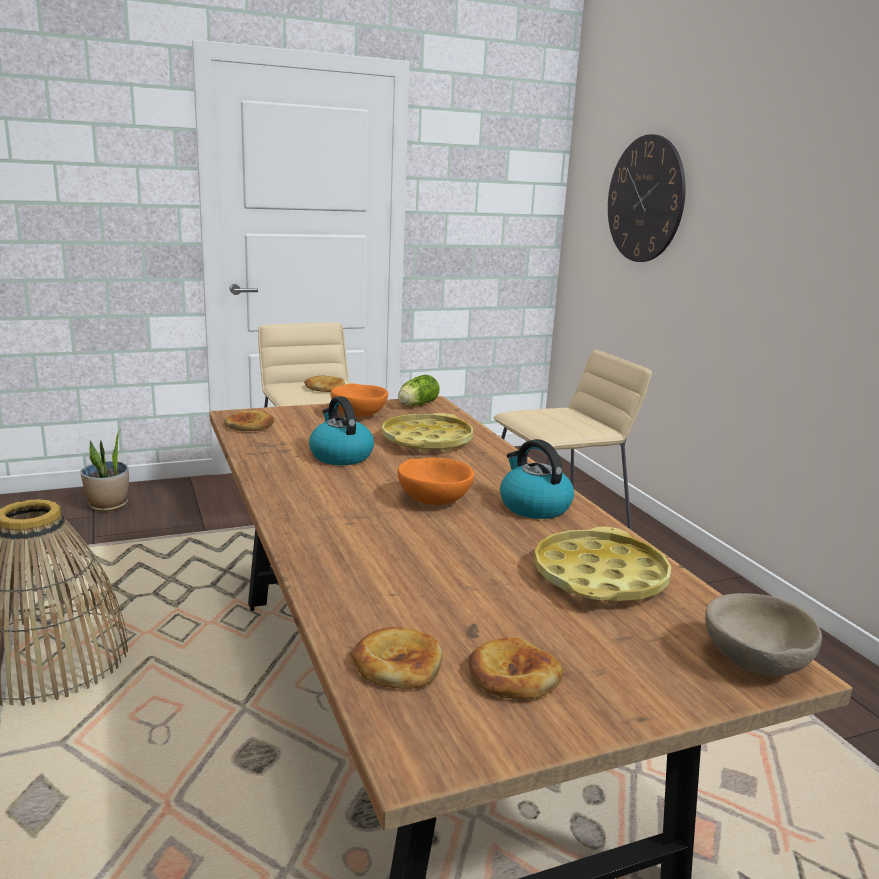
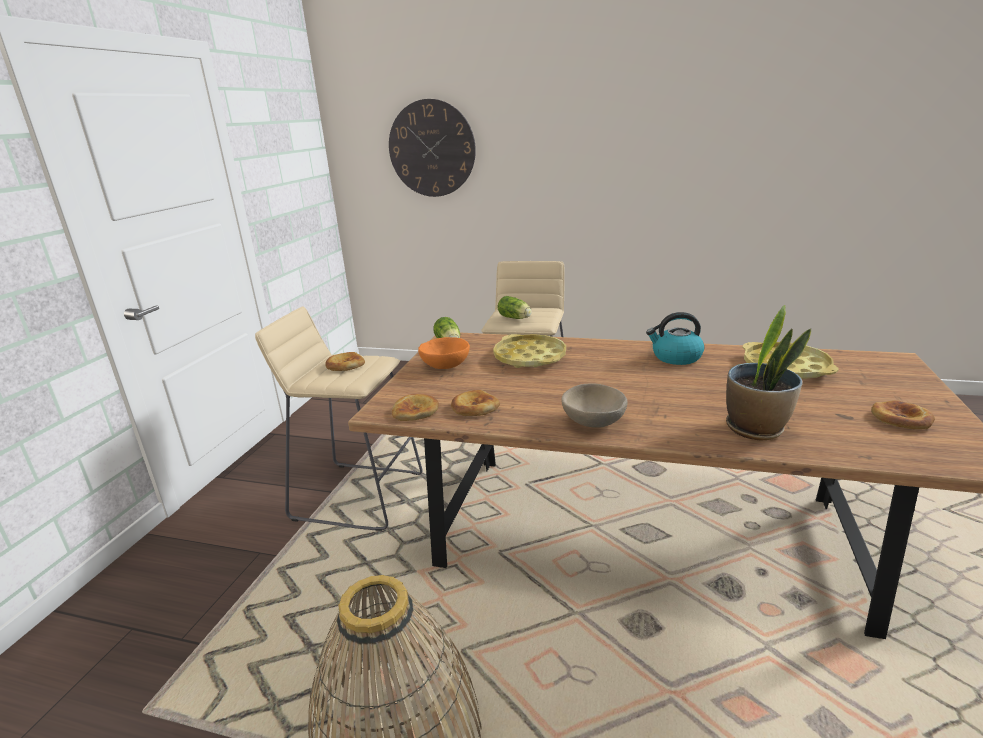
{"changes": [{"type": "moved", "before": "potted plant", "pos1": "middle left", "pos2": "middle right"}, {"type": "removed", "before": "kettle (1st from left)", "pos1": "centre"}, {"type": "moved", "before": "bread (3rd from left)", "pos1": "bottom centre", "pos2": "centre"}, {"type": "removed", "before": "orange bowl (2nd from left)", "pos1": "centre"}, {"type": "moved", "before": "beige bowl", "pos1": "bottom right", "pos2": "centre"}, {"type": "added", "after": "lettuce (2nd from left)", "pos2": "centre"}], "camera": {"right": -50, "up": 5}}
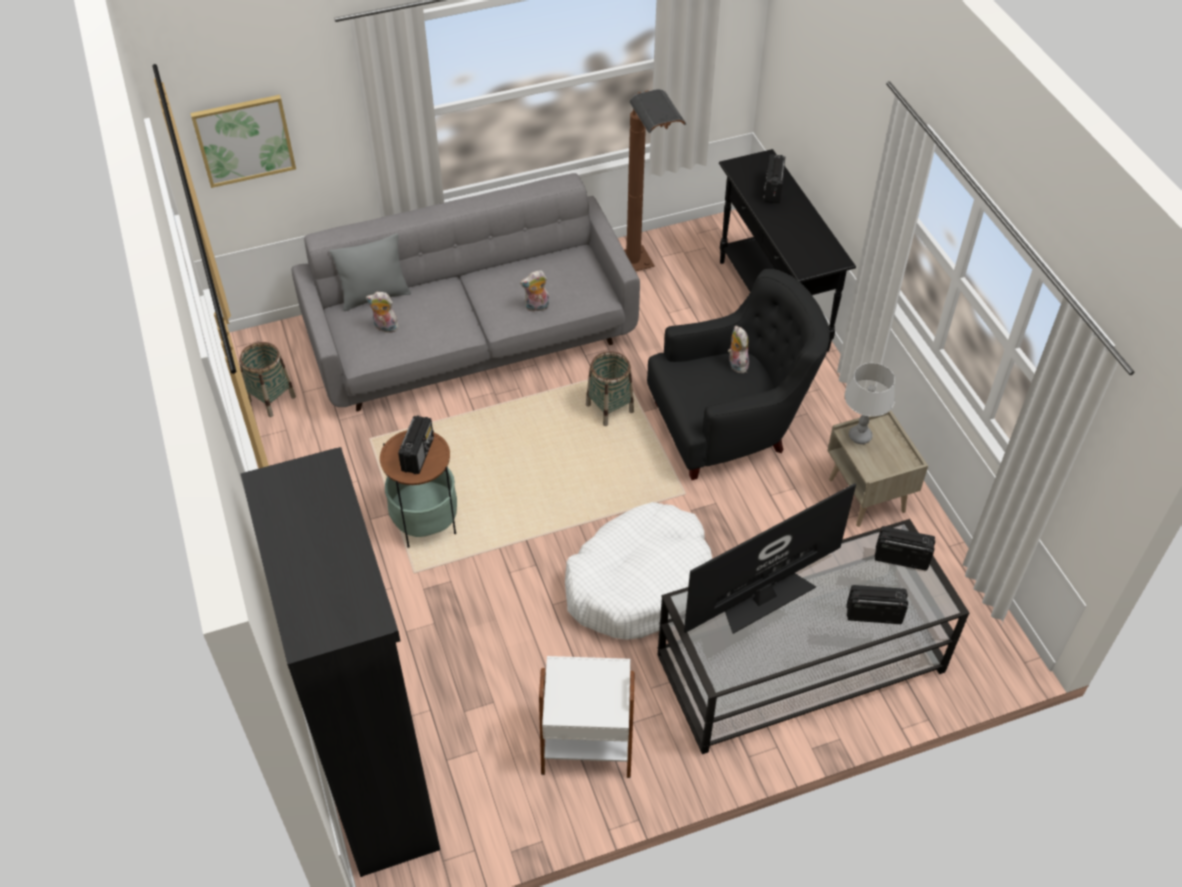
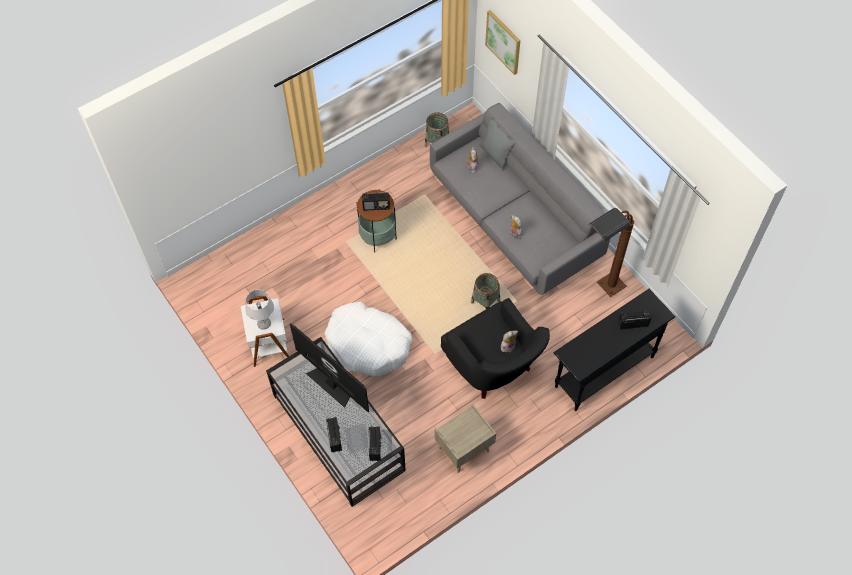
{"changes": [{"type": "removed", "before": "black bookcase", "pos1": "bottom left"}, {"type": "moved", "before": "grey table lamp", "pos1": "middle right", "pos2": "middle left"}], "camera": {"right": 75, "up": 10}}
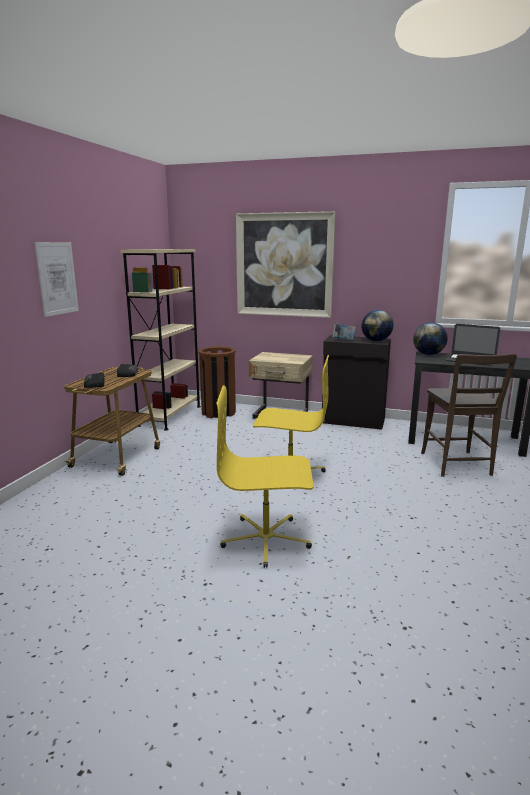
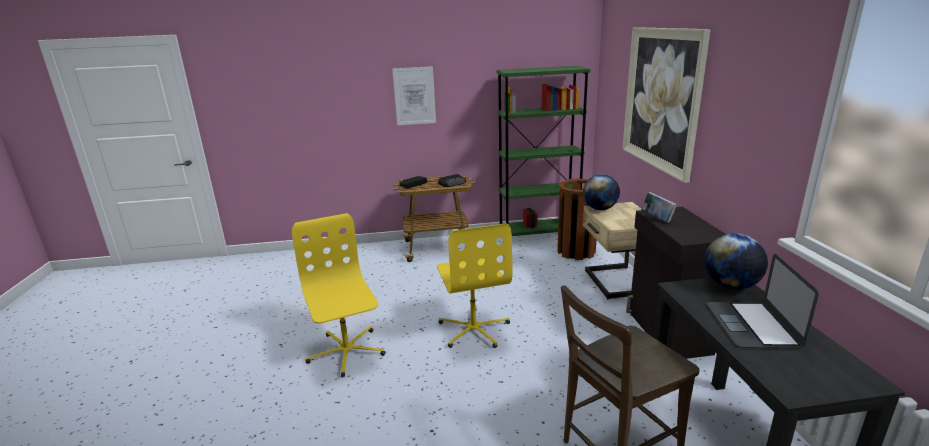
{"changes": [{"type": "recoloured", "before": "beige bookcase", "after": "green bookcase", "pos1": "middle left", "pos2": "centre"}, {"type": "moved", "before": "globe (1st from left)", "pos1": "middle right", "pos2": "centre"}], "camera": {"right": 65, "up": 5}}
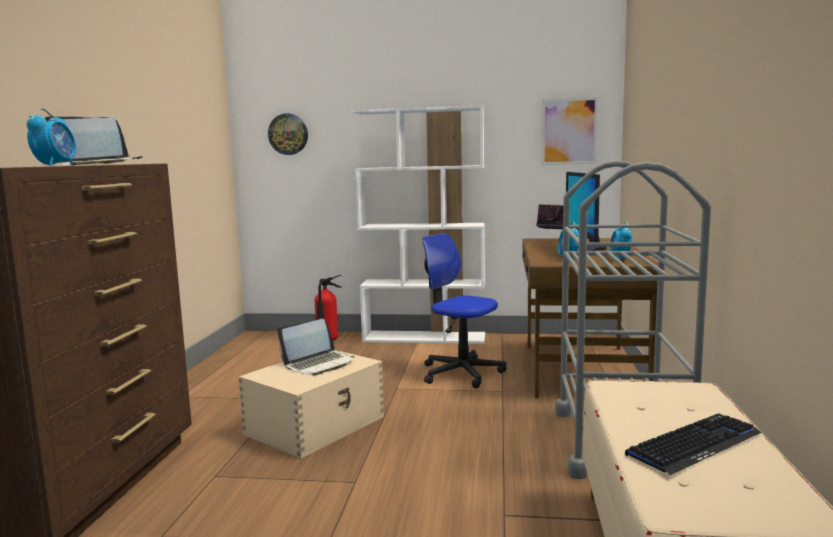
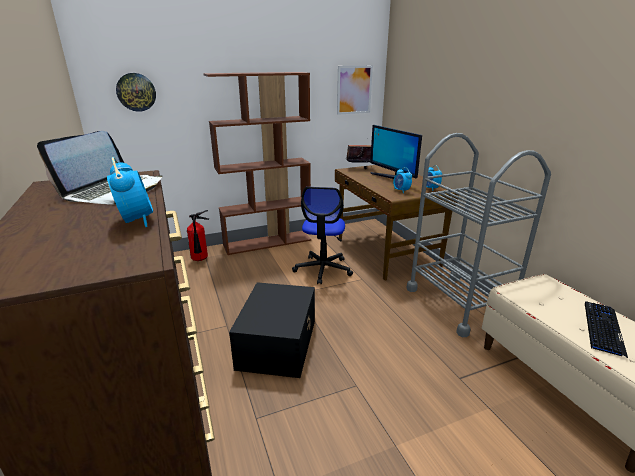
{"changes": [{"type": "recoloured", "before": "beige storage box", "after": "black storage box", "pos1": "bottom centre", "pos2": "bottom centre"}, {"type": "removed", "before": "laptop (2nd from left)", "pos1": "centre"}, {"type": "recoloured", "before": "white bookcase", "after": "brown bookcase", "pos1": "centre", "pos2": "centre"}, {"type": "turned", "before": "office chair", "pos1": "centre", "pos2": "centre", "turn": -90}], "camera": {"right": -30, "up": 15}}
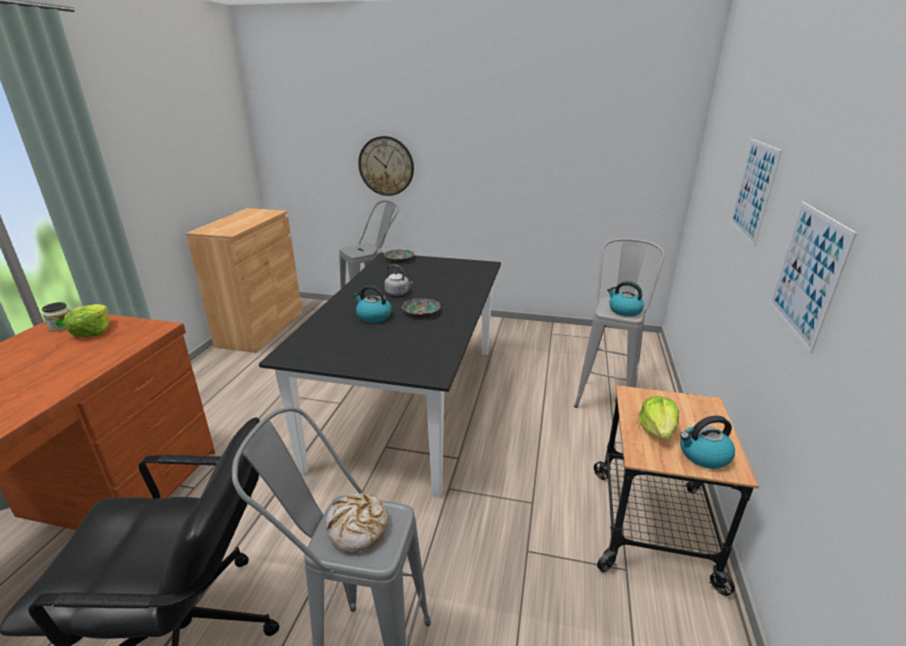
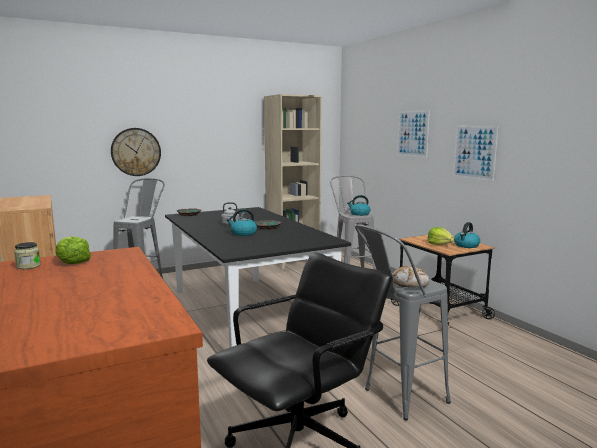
{"changes": [{"type": "added", "after": "beige bookcase", "pos2": "centre"}], "camera": {"right": -40, "up": -15}}
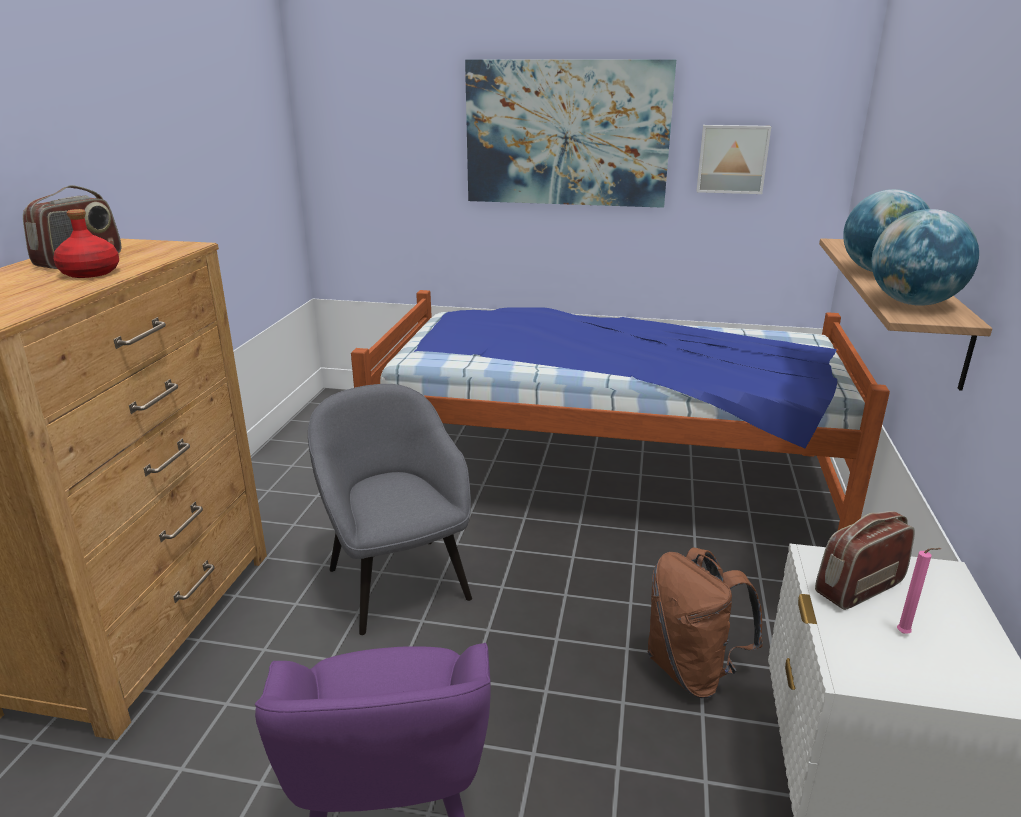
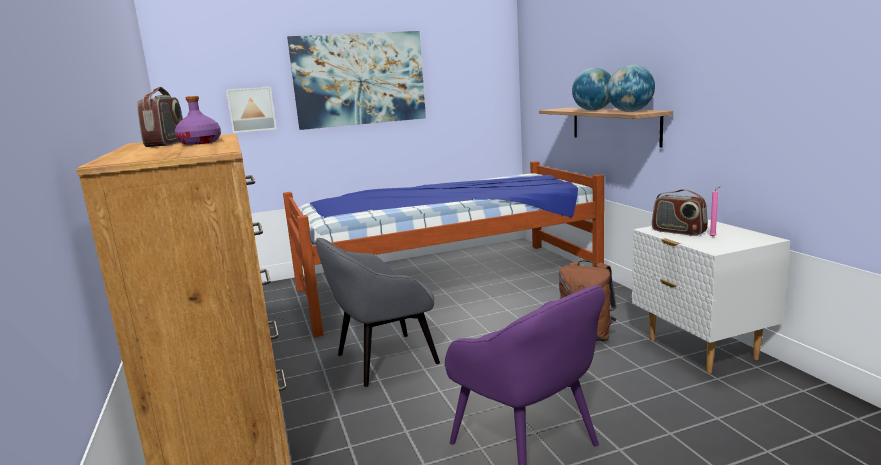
{"changes": [{"type": "recoloured", "before": "red bottle", "after": "purple bottle", "pos1": "top left", "pos2": "top left"}, {"type": "turned", "before": "grey armchair", "pos1": "centre", "pos2": "bottom centre", "turn": -60}, {"type": "moved", "before": "picture (2nd from left in the first image)", "after": "picture (1st from left)", "pos1": "top right", "pos2": "top left"}, {"type": "turned", "before": "radio (2nd from left)", "pos1": "bottom right", "pos2": "middle right", "turn": -75}], "camera": {"right": -30, "up": -10}}
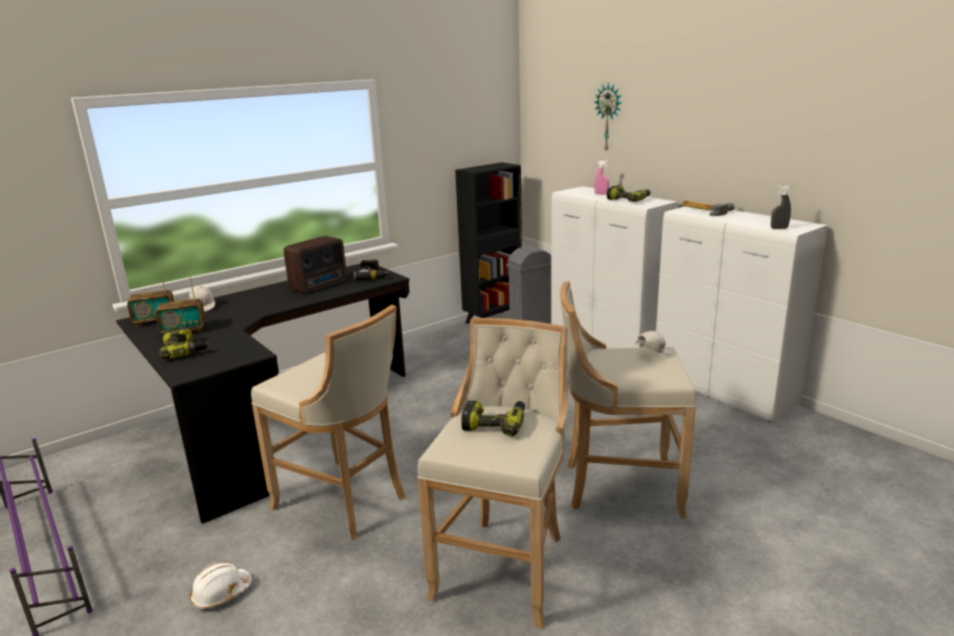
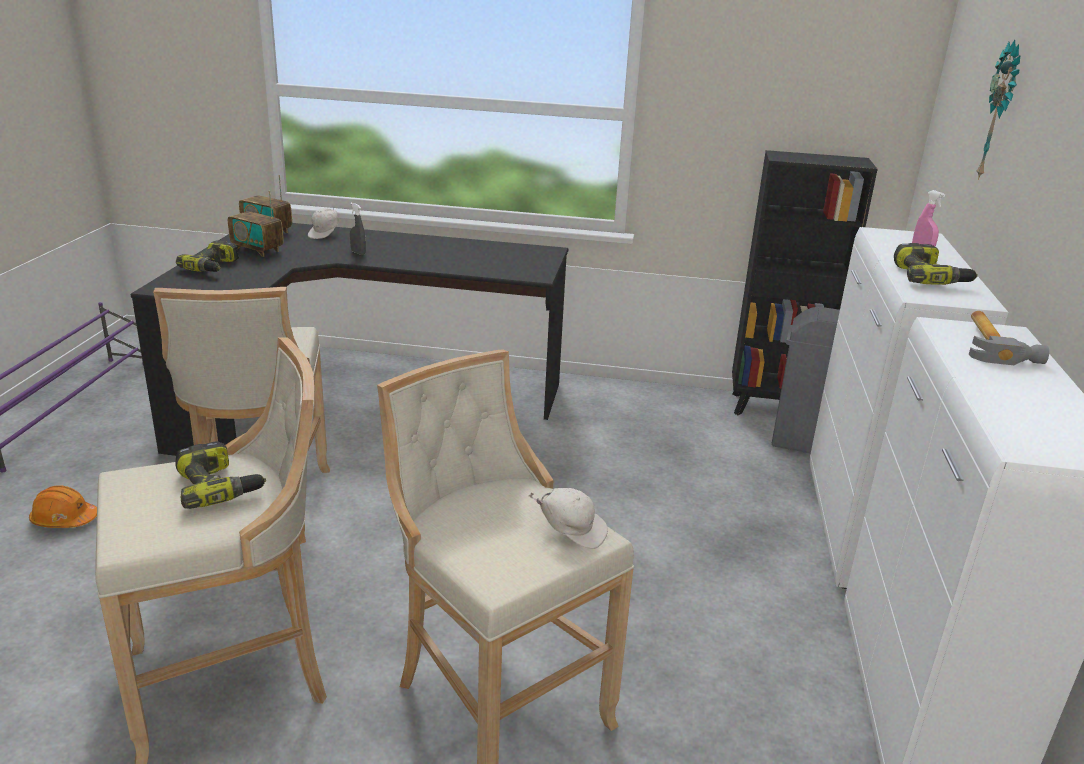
{"changes": [{"type": "recoloured", "before": "white hard hat", "after": "orange hard hat", "pos1": "bottom left", "pos2": "middle left"}, {"type": "removed", "before": "radio (3rd from left)", "pos1": "middle left"}, {"type": "removed", "before": "power drill (2nd from left)", "pos1": "centre"}, {"type": "moved", "before": "grey spray bottle", "pos1": "top right", "pos2": "top left"}], "camera": {"right": 45, "up": 5}}
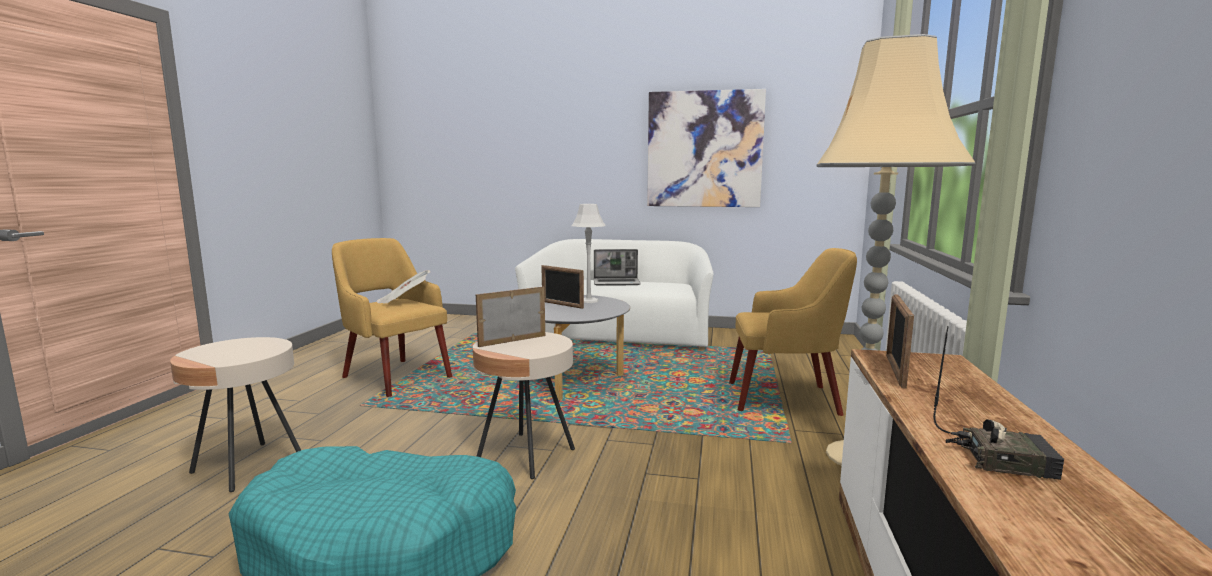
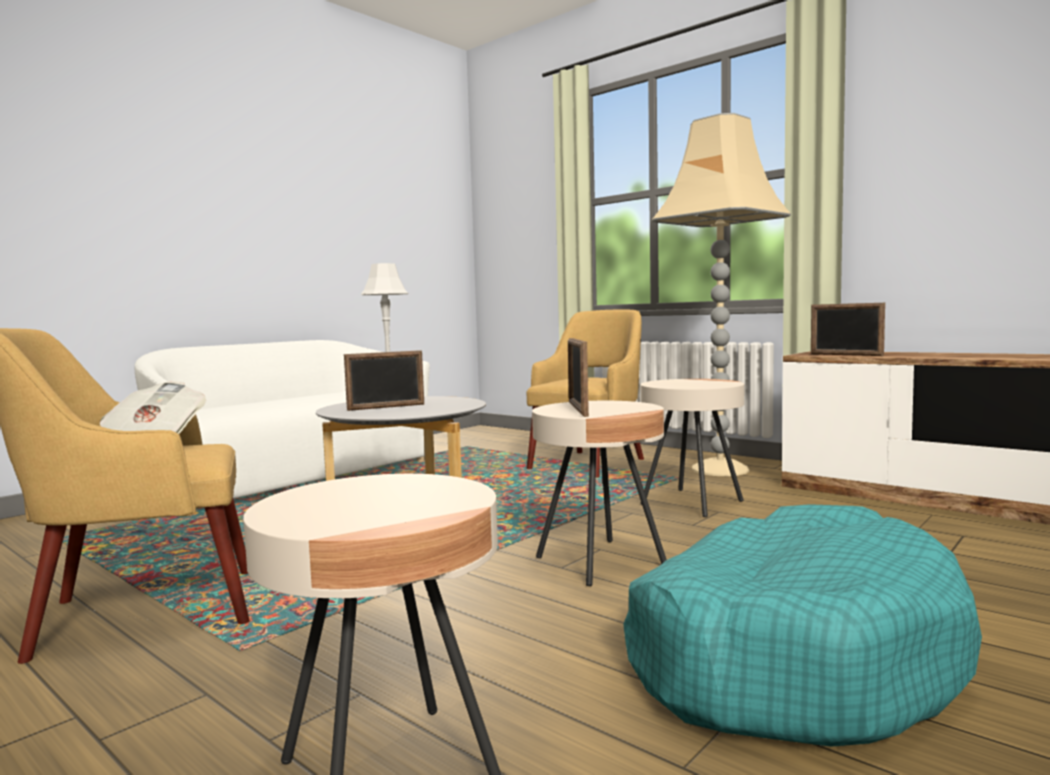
{"changes": [{"type": "removed", "before": "laptop", "pos1": "centre"}, {"type": "removed", "before": "picture", "pos1": "top centre"}, {"type": "removed", "before": "radio", "pos1": "bottom right"}, {"type": "added", "after": "beige side table (3rd from left)", "pos2": "centre"}], "camera": {"right": -60, "up": -5}}
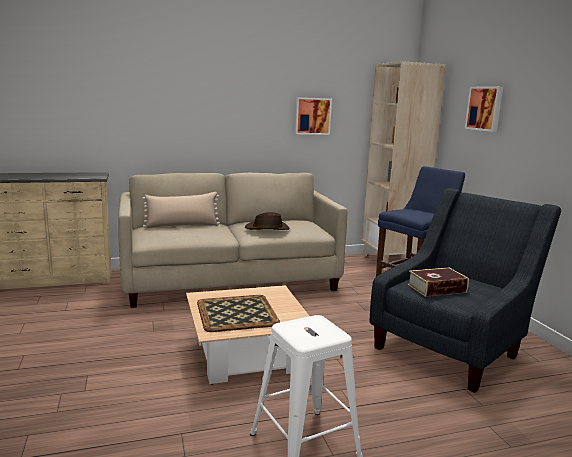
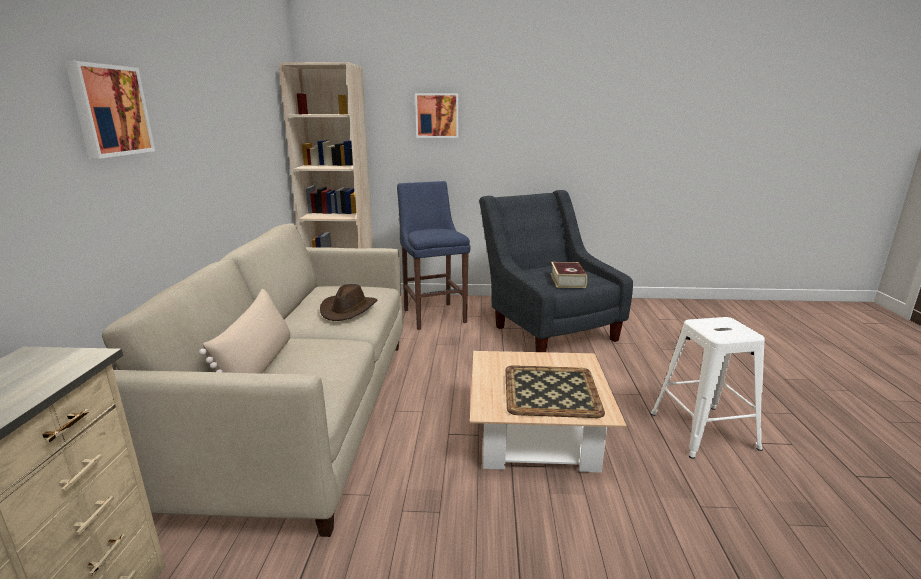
{"changes": [{"type": "moved", "before": "picture (1st from left)", "pos1": "top centre", "pos2": "top left"}], "camera": {"right": -70, "up": 5}}
